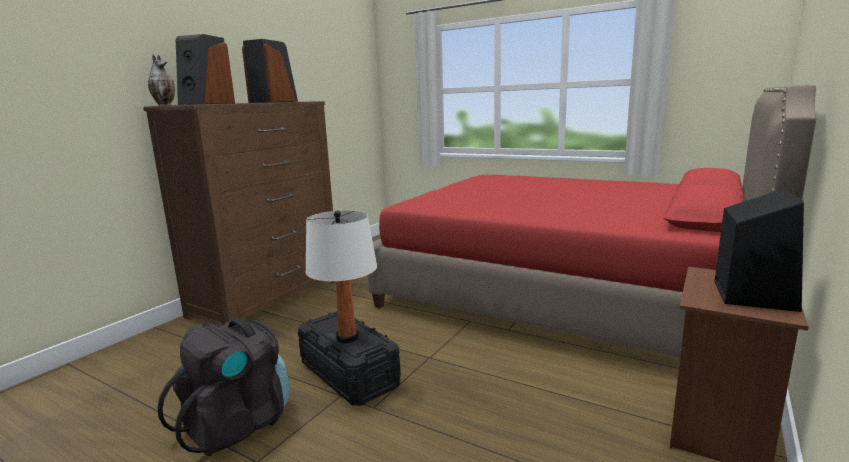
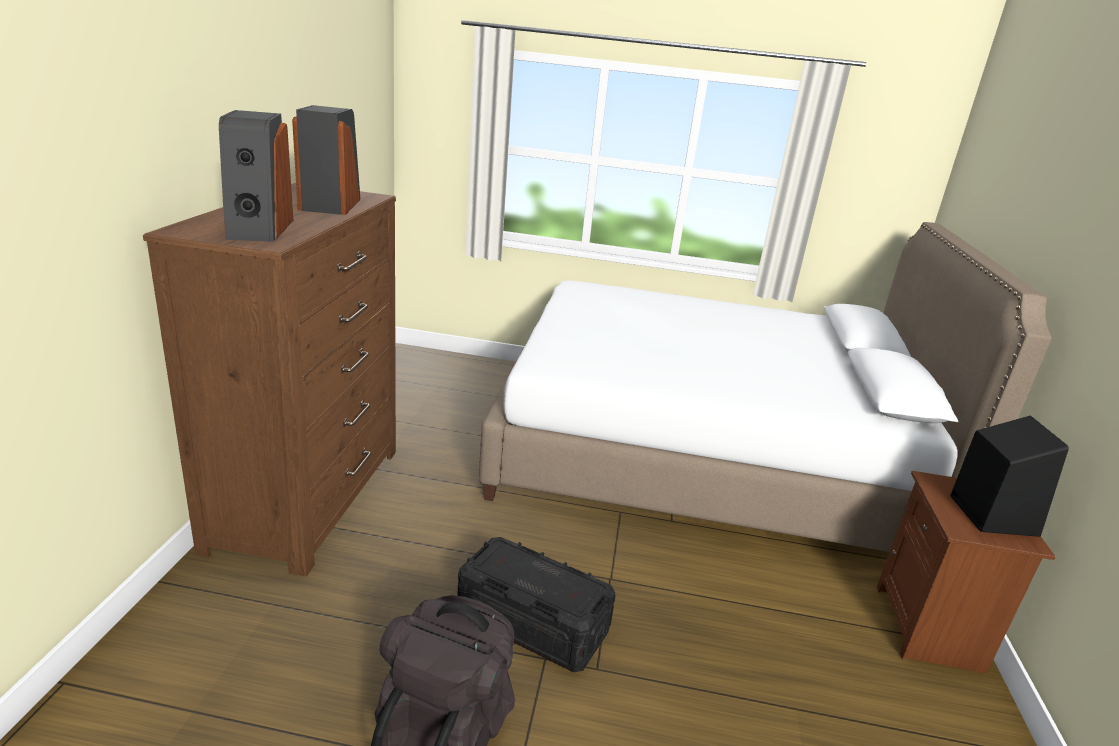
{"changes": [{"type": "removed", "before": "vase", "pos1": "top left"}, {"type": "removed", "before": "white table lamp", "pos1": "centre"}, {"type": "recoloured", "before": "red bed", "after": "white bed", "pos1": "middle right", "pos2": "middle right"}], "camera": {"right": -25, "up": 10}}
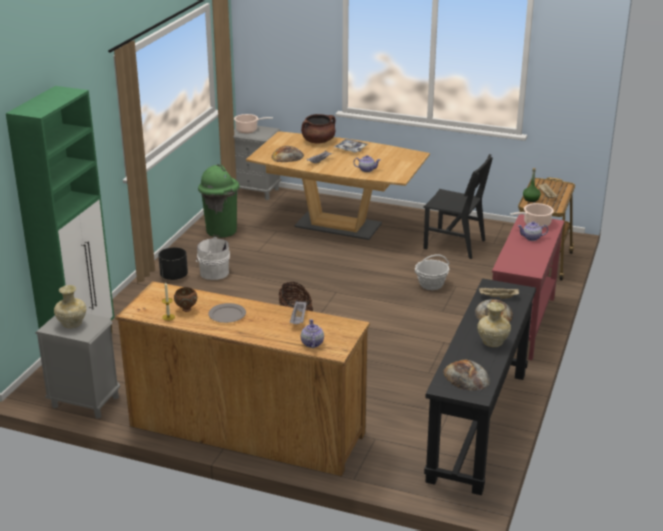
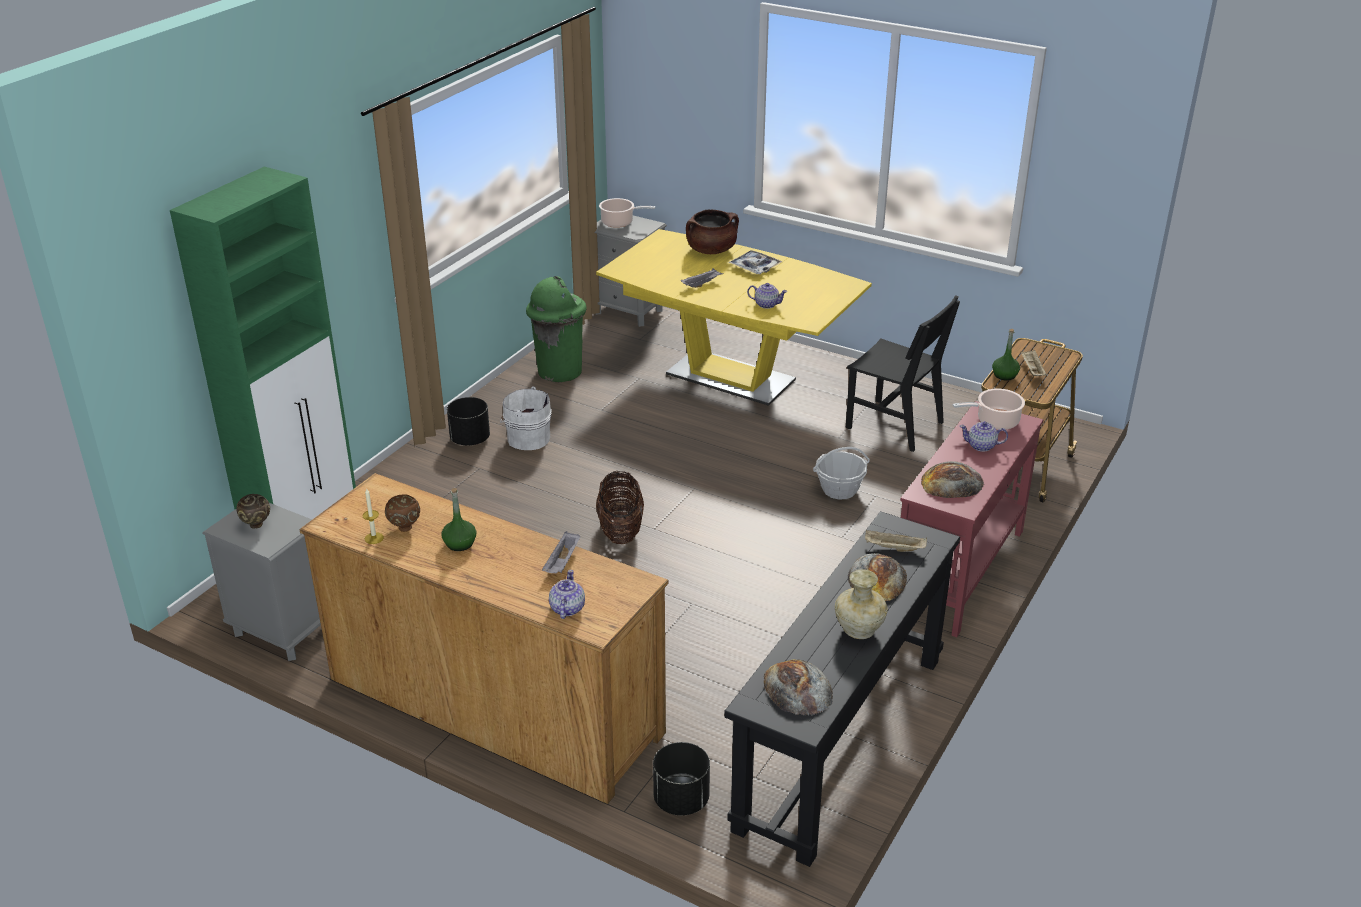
{"changes": [{"type": "replaced", "before": "beige vase (1st from left)", "after": "brown bowl (1st from left)", "pos1": "middle left", "pos2": "middle left"}, {"type": "replaced", "before": "grey plate", "after": "green bottle (1st from left)", "pos1": "centre", "pos2": "centre"}, {"type": "recoloured", "before": "brown dining table", "after": "yellow dining table", "pos1": "centre", "pos2": "centre"}, {"type": "moved", "before": "bread (1st from left in the first image)", "after": "bread (3rd from left)", "pos1": "top centre", "pos2": "middle right"}, {"type": "added", "after": "black planter (2nd from left)", "pos2": "bottom centre"}], "camera": {"right": 10, "up": 5}}
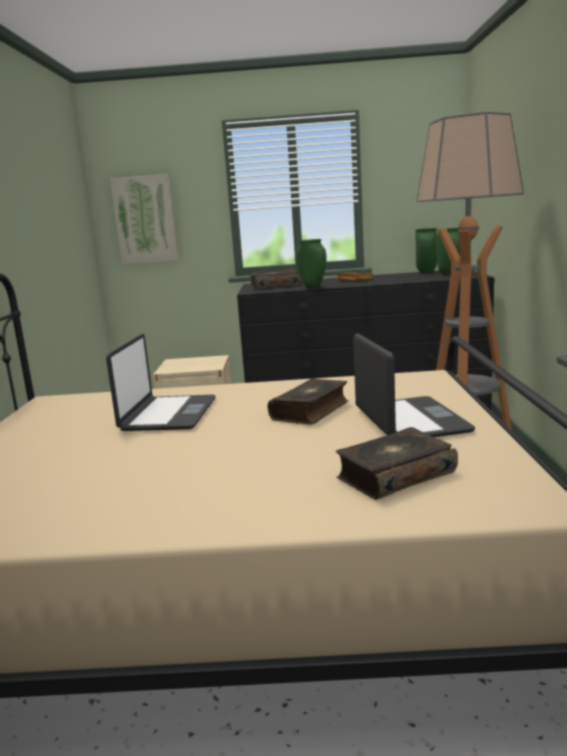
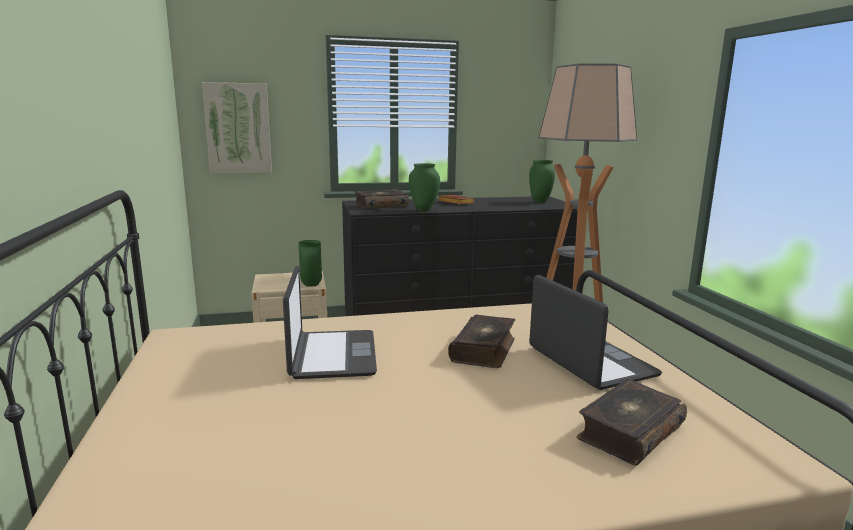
{"changes": [{"type": "moved", "before": "green vase (2nd from left in the first image)", "after": "green vase (1st from left)", "pos1": "top right", "pos2": "centre"}], "camera": {"right": -15, "up": 0}}
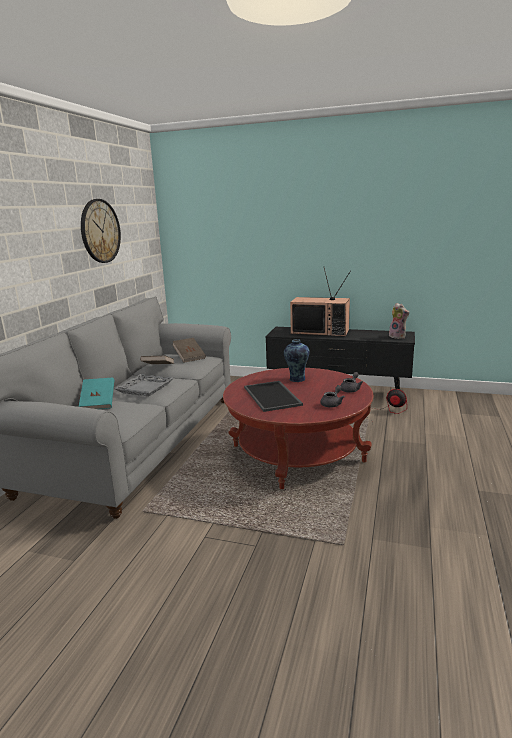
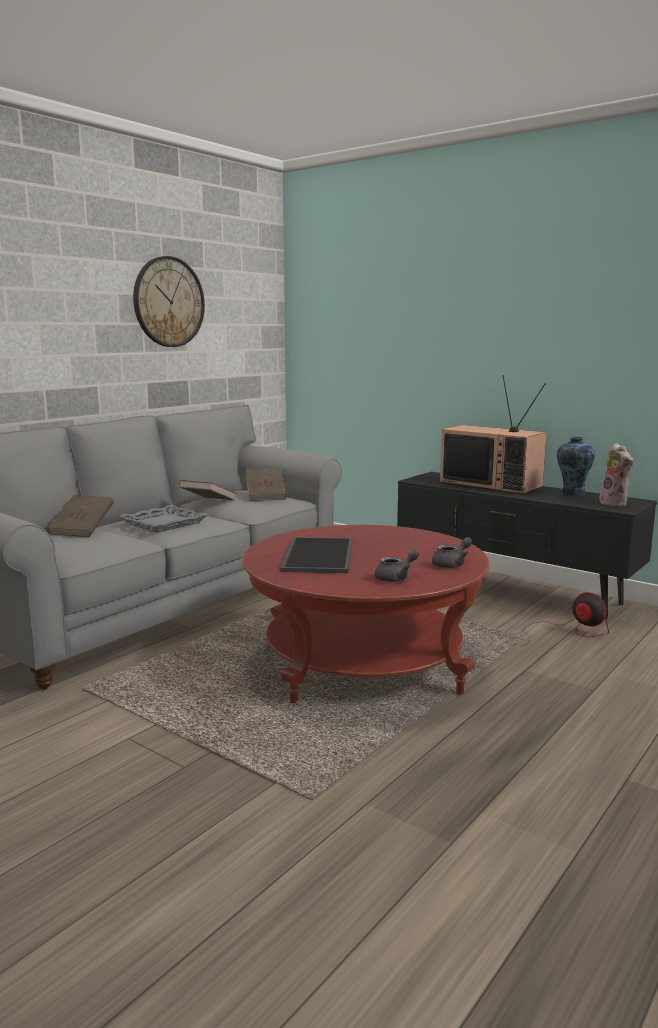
{"changes": [{"type": "recoloured", "before": "turquoise book", "after": "brown book (1st from left)", "pos1": "middle left", "pos2": "middle left"}, {"type": "moved", "before": "vase", "pos1": "centre", "pos2": "middle right"}], "camera": {"right": 20, "up": -5}}
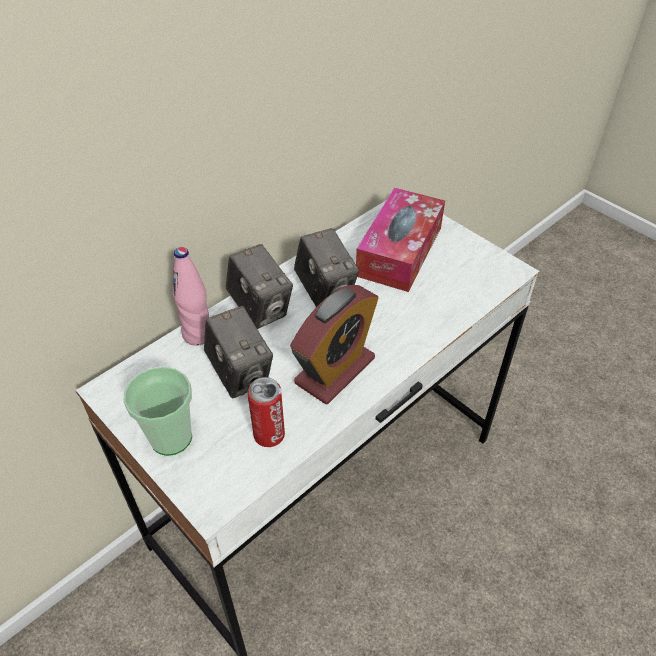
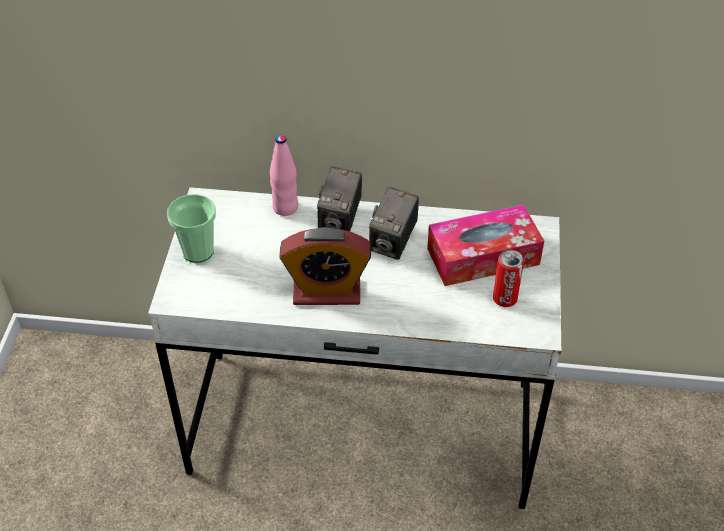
{"changes": [{"type": "removed", "before": "photo camera (1st from left)", "pos1": "centre"}, {"type": "moved", "before": "can", "pos1": "centre", "pos2": "middle right"}], "camera": {"right": 50, "up": 0}}
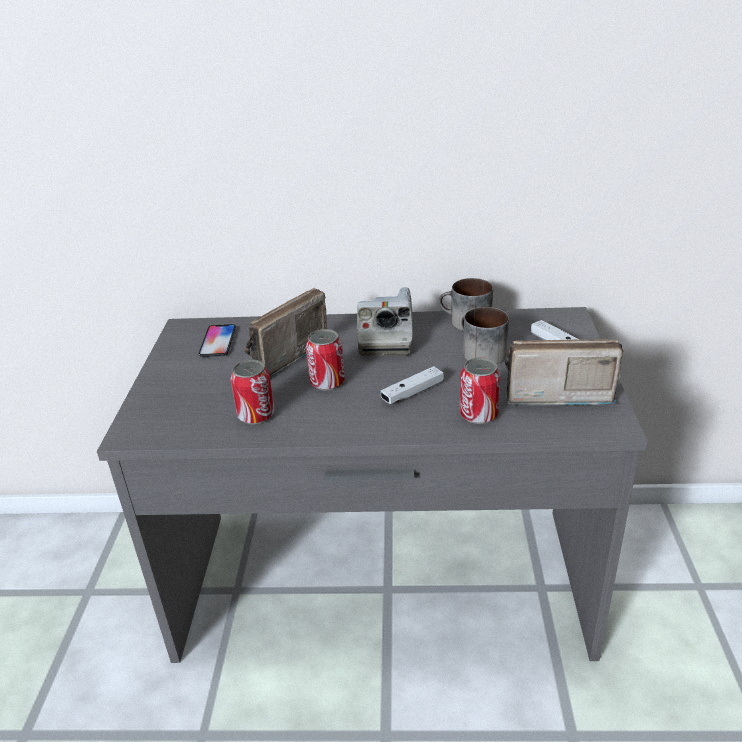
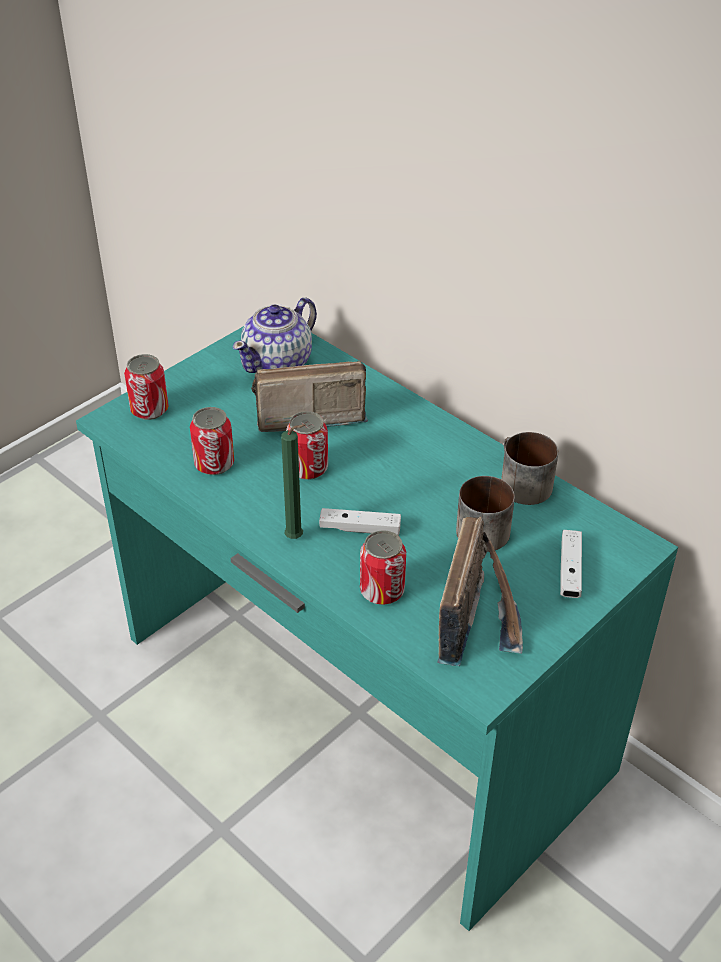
{"changes": [{"type": "recoloured", "before": "grey desk", "after": "turquoise desk", "pos1": "centre", "pos2": "centre"}, {"type": "replaced", "before": "phone", "after": "teapot", "pos1": "middle left", "pos2": "centre"}, {"type": "removed", "before": "photo camera", "pos1": "centre"}, {"type": "turned", "before": "radio (2nd from left)", "pos1": "middle right", "pos2": "centre", "turn": 60}, {"type": "added", "after": "can (1st from left)", "pos2": "middle left"}, {"type": "added", "after": "green candle", "pos2": "centre"}], "camera": {"right": 40, "up": 10}}
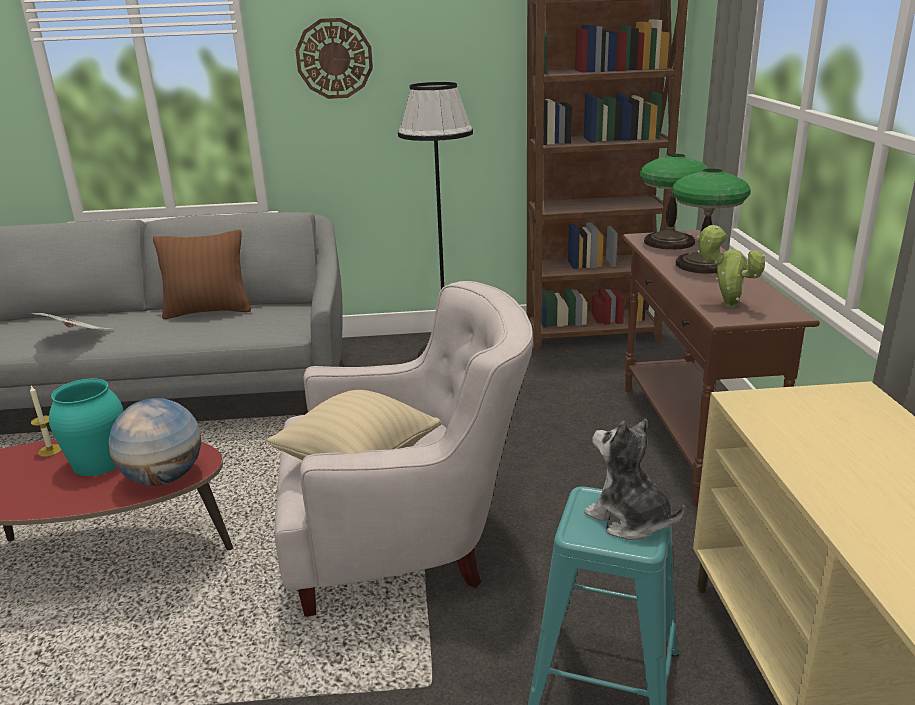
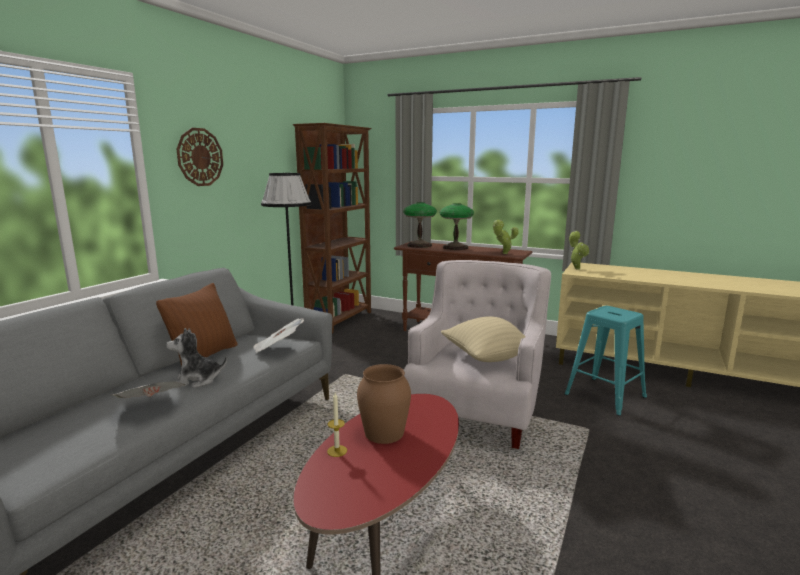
{"changes": [{"type": "recoloured", "before": "turquoise vase", "after": "brown vase", "pos1": "middle left", "pos2": "bottom centre"}, {"type": "removed", "before": "globe", "pos1": "middle left"}, {"type": "moved", "before": "plush toy", "pos1": "bottom right", "pos2": "middle left"}, {"type": "added", "after": "newspaper (2nd from left)", "pos2": "centre"}, {"type": "added", "after": "potted plant (2nd from left)", "pos2": "middle right"}], "camera": {"right": -60, "up": -10}}
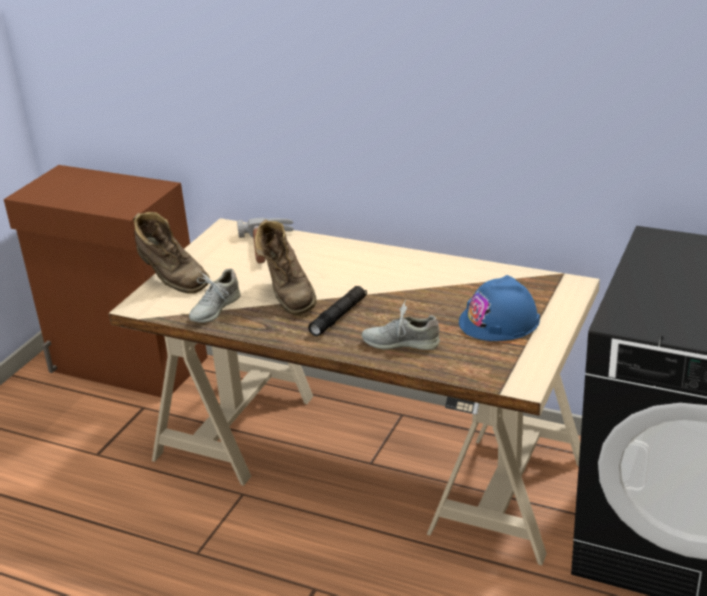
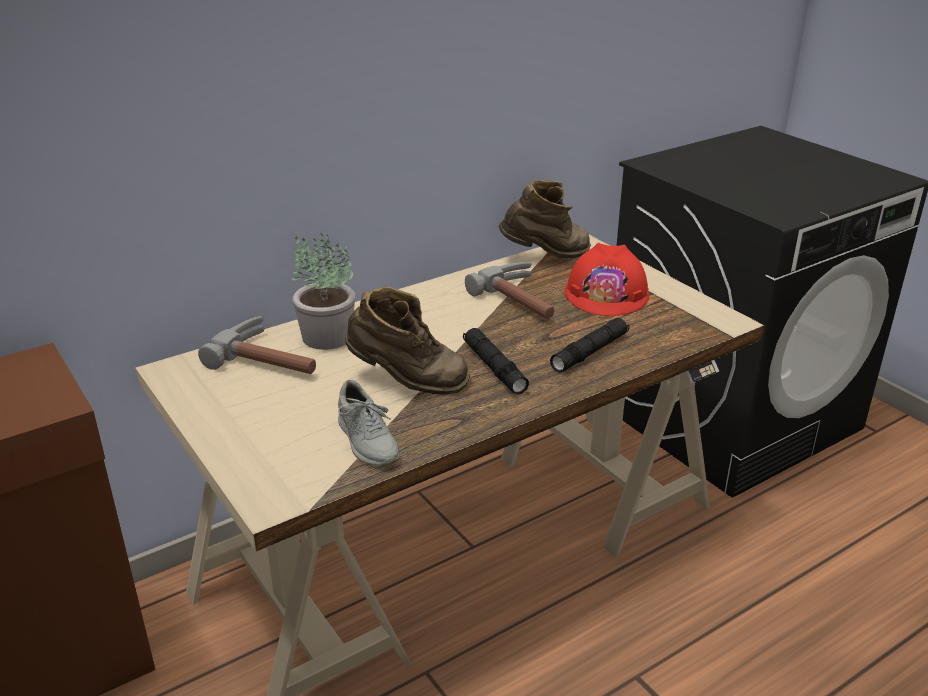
{"changes": [{"type": "moved", "before": "brown boot (1st from left in the first image)", "after": "brown boot (2nd from left)", "pos1": "middle left", "pos2": "top centre"}, {"type": "replaced", "before": "grey shoe (2nd from left)", "after": "black flashlight (2nd from left)", "pos1": "centre", "pos2": "centre"}, {"type": "recoloured", "before": "blue hard hat", "after": "red hard hat", "pos1": "middle right", "pos2": "centre"}, {"type": "added", "after": "potted plant", "pos2": "centre"}, {"type": "added", "after": "hammer (2nd from left)", "pos2": "centre"}], "camera": {"right": -60, "up": 0}}
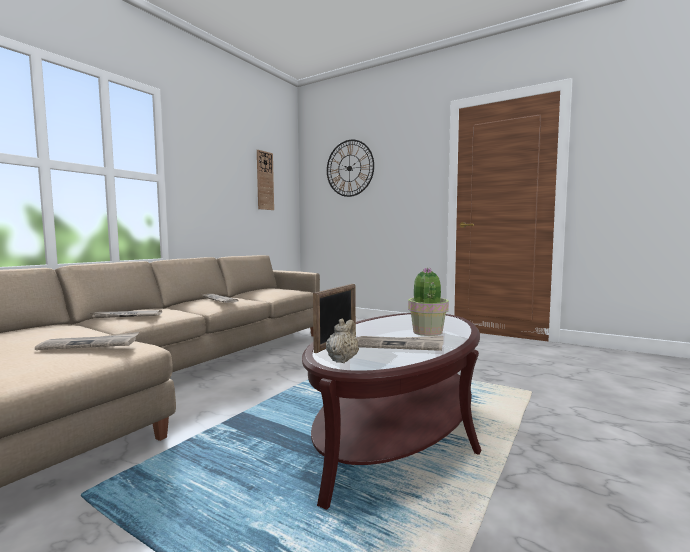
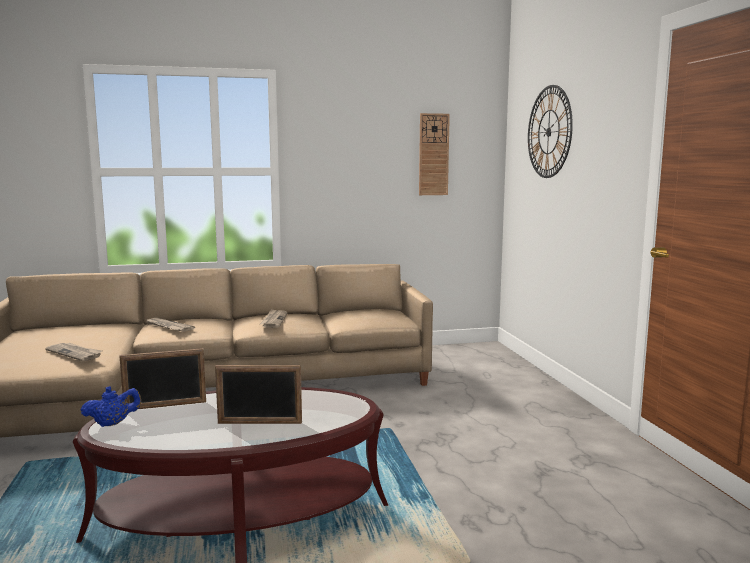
{"changes": [{"type": "recoloured", "before": "beige teapot", "after": "blue teapot", "pos1": "centre", "pos2": "bottom left"}, {"type": "removed", "before": "newspaper (4th from left)", "pos1": "centre"}, {"type": "replaced", "before": "potted plant", "after": "picture frame (2nd from left)", "pos1": "centre", "pos2": "bottom centre"}], "camera": {"right": 45, "up": 5}}
